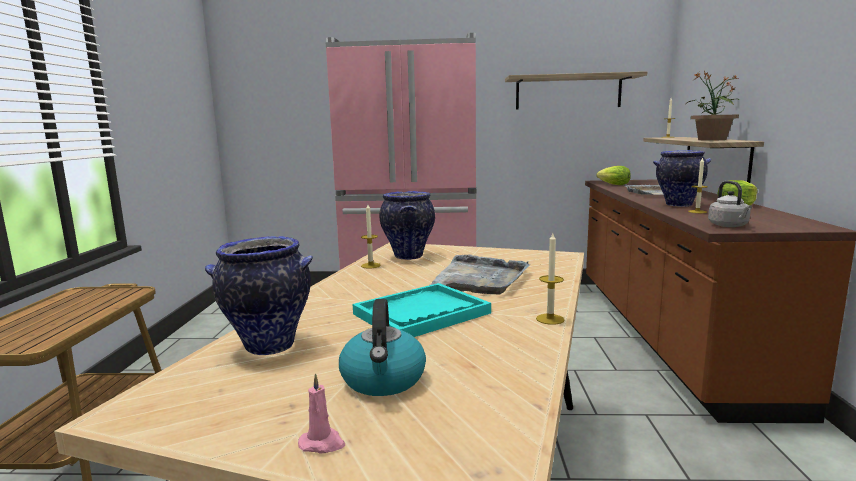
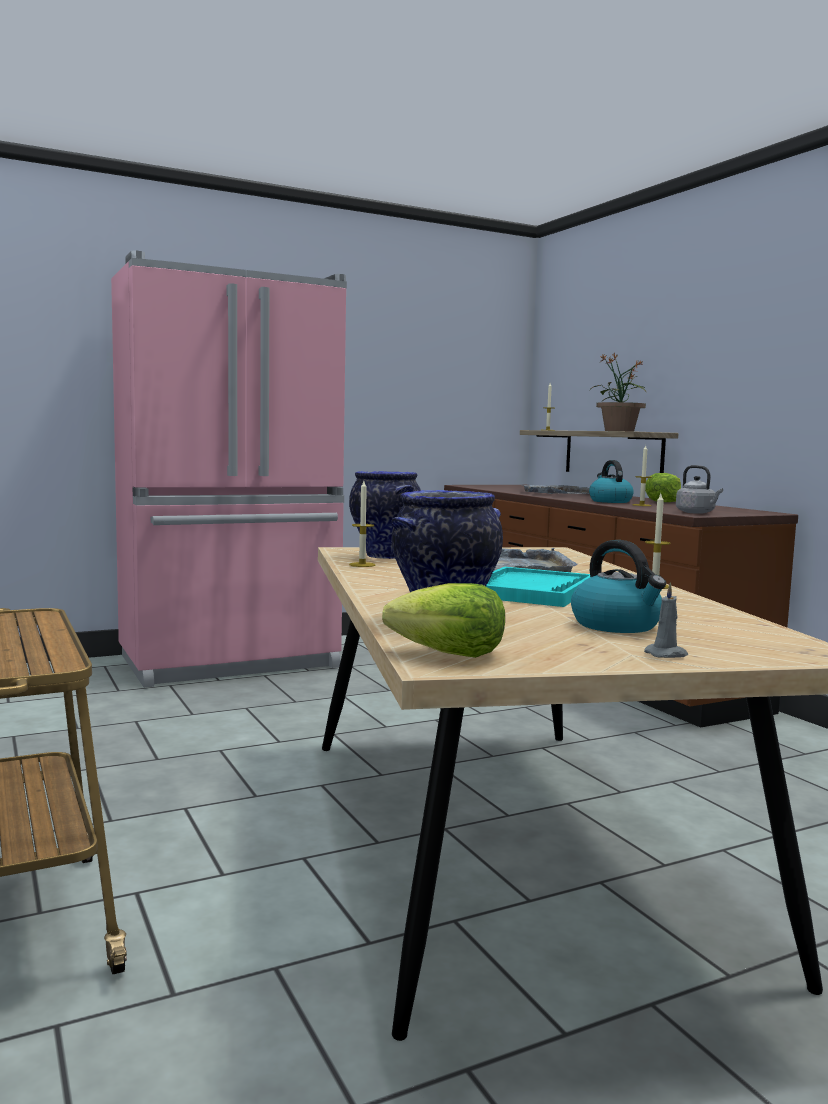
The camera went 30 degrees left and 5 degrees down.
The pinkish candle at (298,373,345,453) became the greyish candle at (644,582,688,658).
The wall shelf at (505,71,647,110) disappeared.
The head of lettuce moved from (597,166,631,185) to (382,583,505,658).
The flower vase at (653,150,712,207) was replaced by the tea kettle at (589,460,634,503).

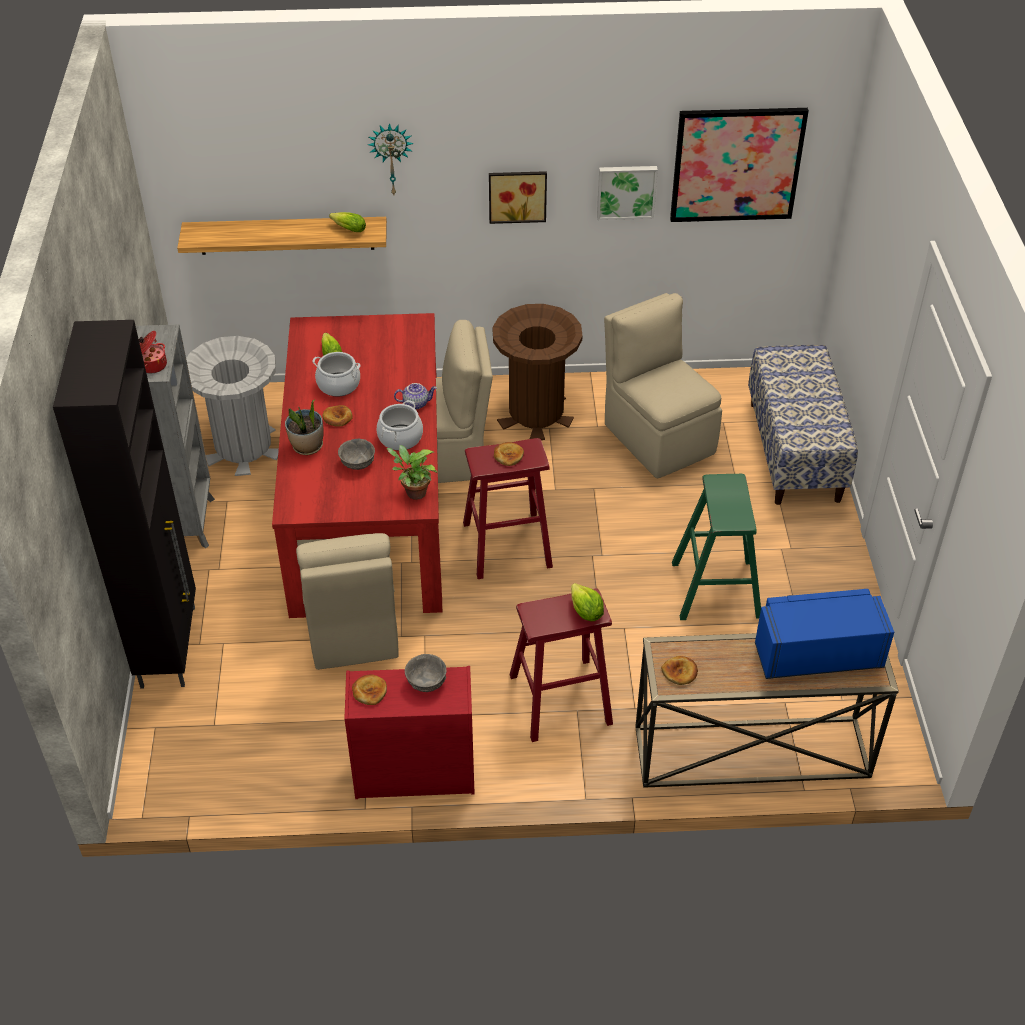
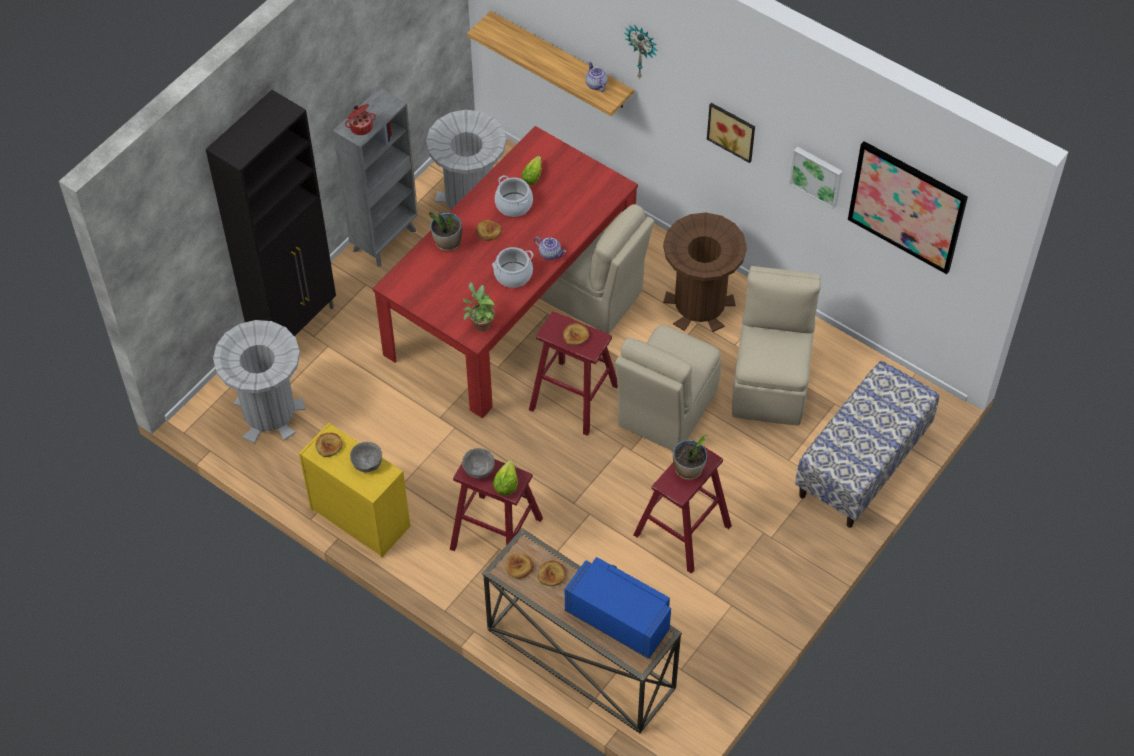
The camera went 40 degrees right and 10 degrees up.
The beige-coloured upright chair moved from (296,533,399,670) to (615,325,721,451).
The head of lettuce at (329,212,366,232) was replaced by the pot for tea at (585,61,608,92).
The greyish deep dish moved from (338,439,375,470) to (462,448,494,479).
The red-coloured chest of drawers at (344,666,475,799) became the yellow chest of drawers at (299,422,410,558).
The green-coloured stool at (672,474,761,620) became the red-coloured stool at (633,447,732,574).
The greyish trash can at (213,320,306,443) appeared.
The bakery bread at (538,560,566,586) appeared.
The potted plant at (673,435,707,480) appeared.

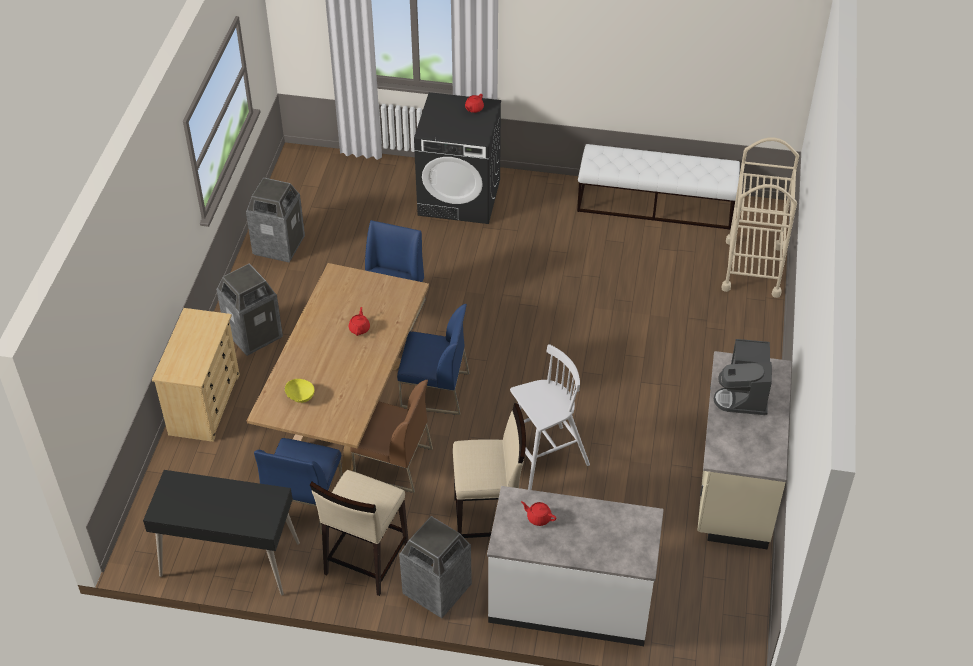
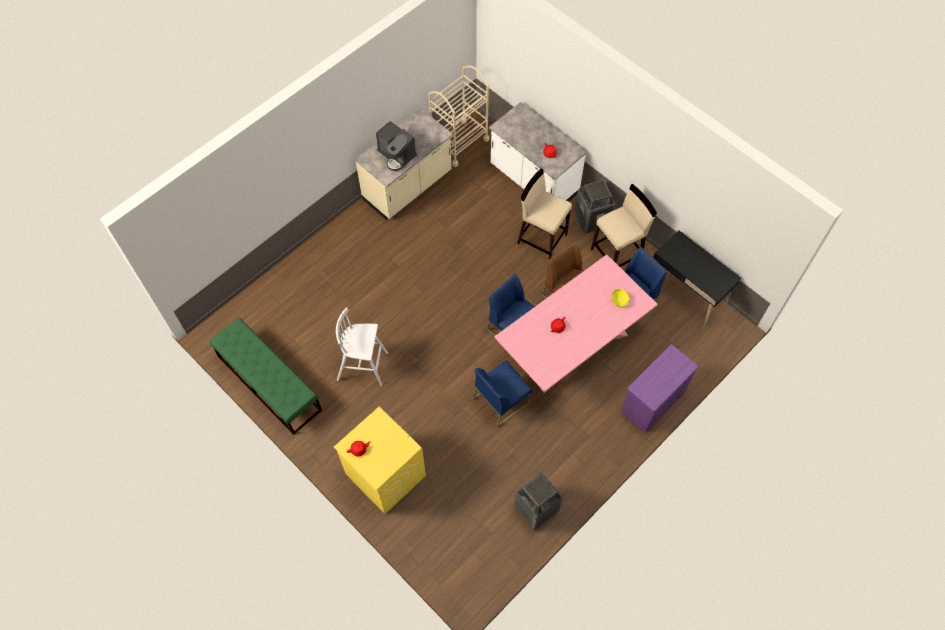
The camera went 145 degrees left and 15 degrees up.
The beige-coloured chest of drawers at (152,308,240,442) became the purple chest of drawers at (621,344,699,433).
The trash can at (216,263,283,356) disappeared.
The brown-coloured dining table at (247,263,429,475) became the pinkish dining table at (494,254,658,393).
The black washing machine at (414,92,501,224) became the yellow washing machine at (334,406,426,514).
The white stool moved from (510,344,590,490) to (336,308,388,386).
The white long seat at (577,144,740,230) became the green-coloured long seat at (209,318,322,435).
The coffee machine at (714,339,772,415) turned 90 degrees clockwise.
The beige-coloured wheeled cart moved from (721,138,799,298) to (428,65,490,167).

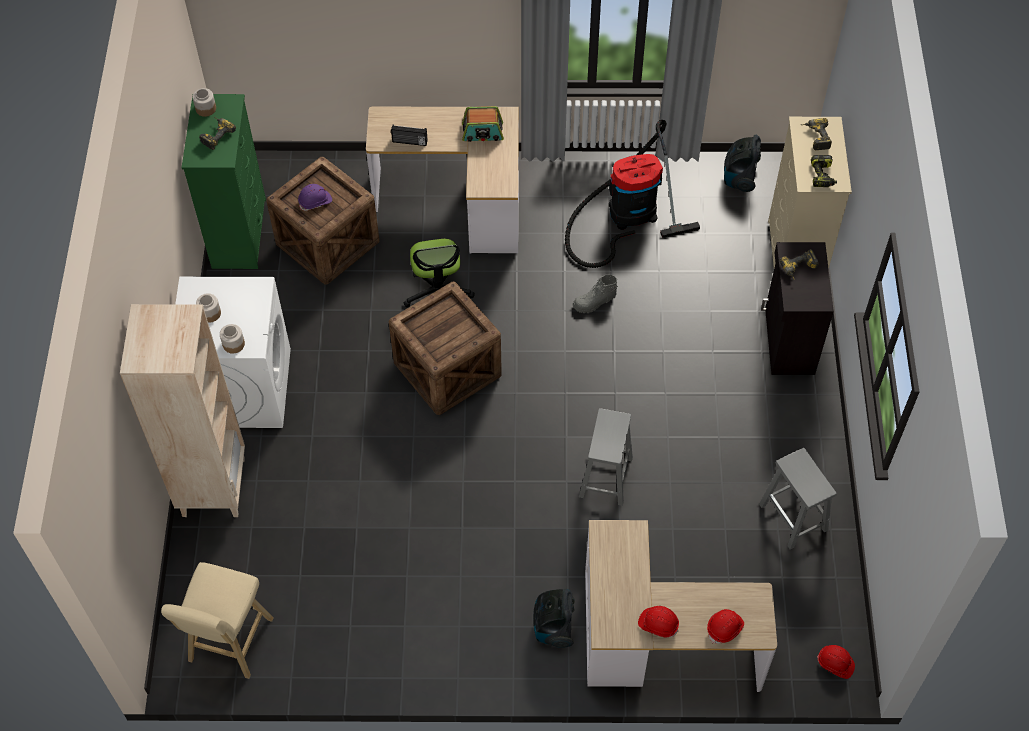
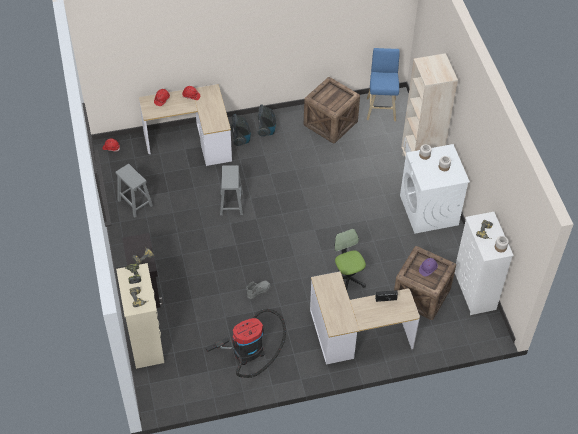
The camera went 165 degrees right and 5 degrees down.
The beige-coloured stool at (161,562,274,679) became the blue-coloured stool at (367,48,400,121).
The green-coloured chest of drawers at (182,94,266,269) became the white chest of drawers at (454,212,514,315).
The packing crate moved from (389,282,502,415) to (304,77,360,143).
The radio receiver at (462,106,504,142) disappeared.
The hoover moved from (724,135,761,192) to (258,104,276,137).

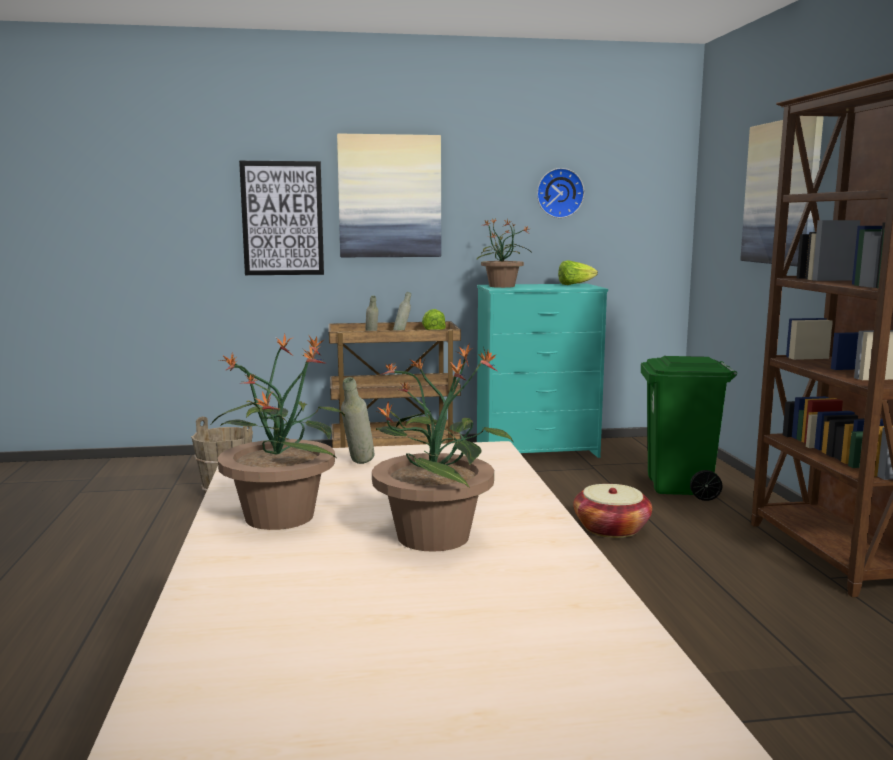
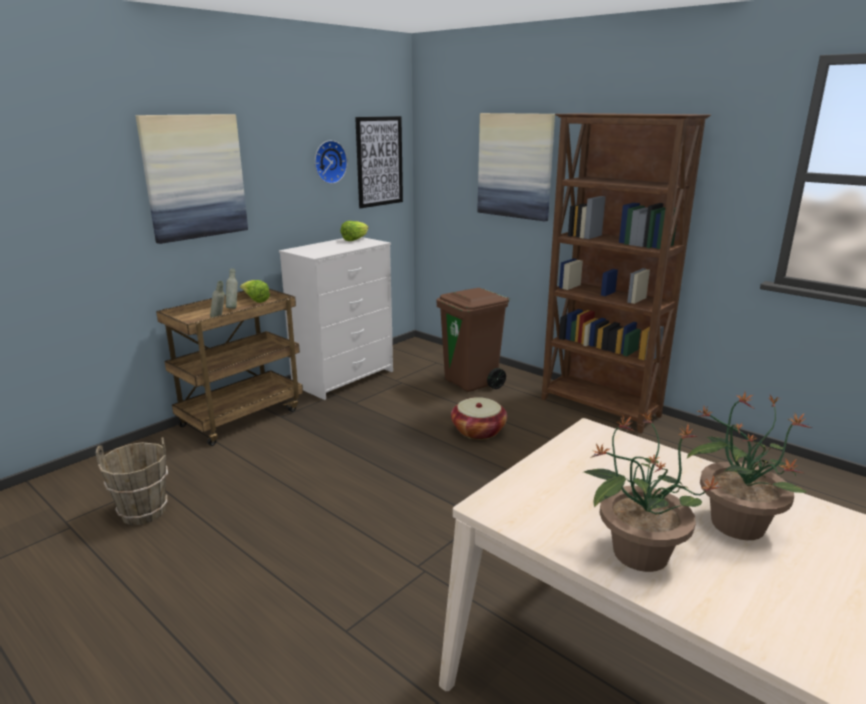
The camera went 40 degrees left and 10 degrees up.
The picture moved from (239,161,324,275) to (355,116,403,208).
The greyish drink bottle at (341,377,375,464) disappeared.
The potted plant at (477,219,532,288) disappeared.
The blue-green chest of drawers at (477,284,608,458) became the white chest of drawers at (279,237,393,400).
The green-coloured trash can at (641,356,737,501) became the brown-coloured trash can at (436,288,510,392).

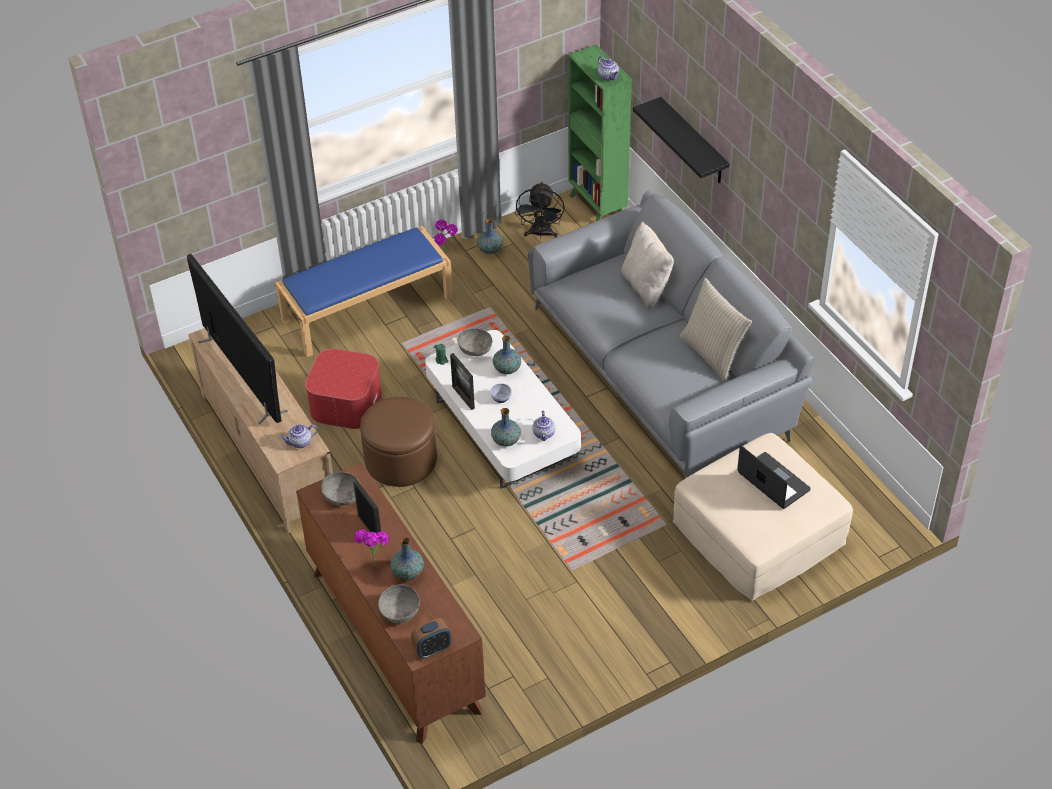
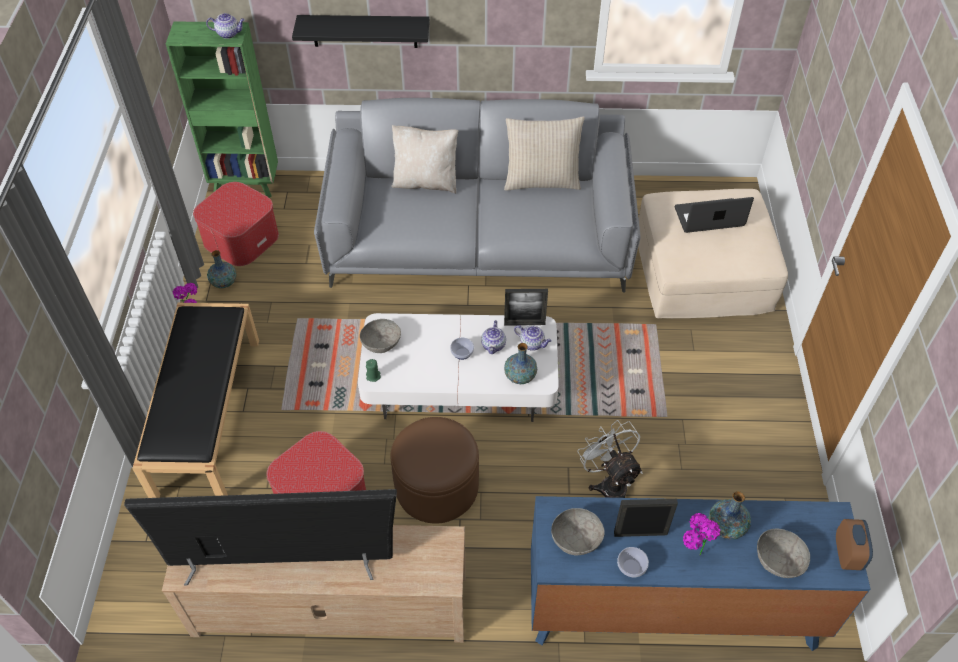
The camera went 60 degrees left and 5 degrees up.
The blue-coloured long seat at (275,226,453,357) became the black long seat at (132,303,259,498).
The pot for tea moved from (280,424,318,448) to (481,320,506,354).
The brown-coloured chest of drawers at (296,463,486,744) became the blue-coloured chest of drawers at (531,496,871,651).
The picture frame moved from (450,353,475,410) to (504,289,548,326).
The flower vase at (493,335,521,374) disappeared.
The black electric fan at (515,181,565,239) was replaced by the footrest at (193,182,279,266).
The white electric fan at (577,420,643,498) appeared.
The deep dish at (617,547,649,577) appeared.

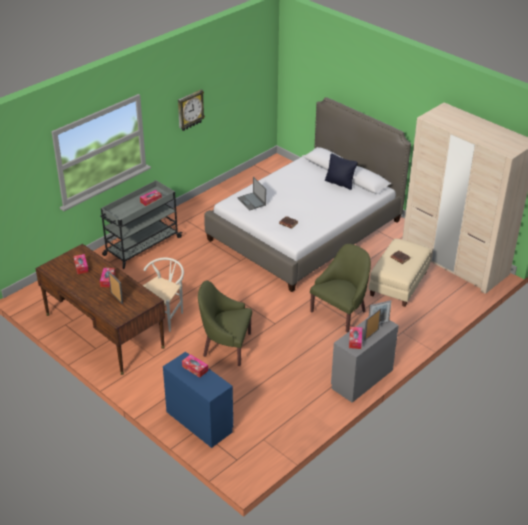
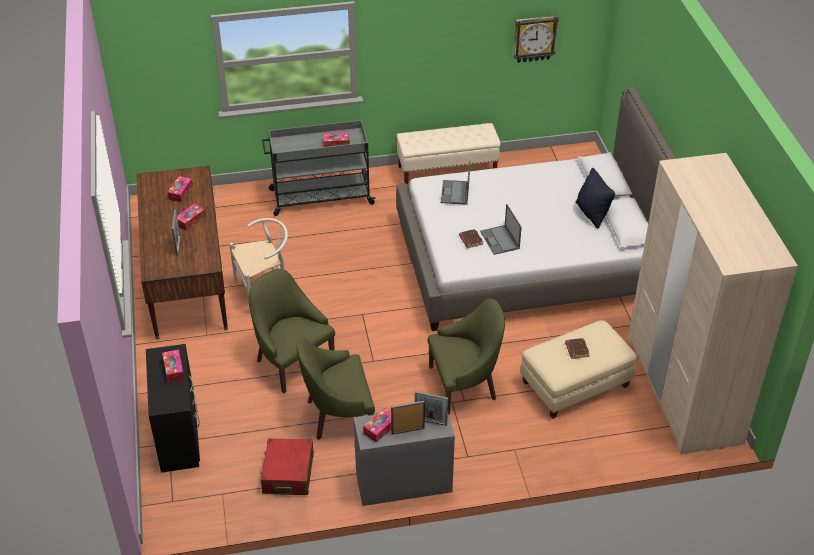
The camera went 35 degrees right and 5 degrees up.
The blue-coloured chest of drawers at (163,352,233,448) became the black chest of drawers at (146,344,200,473).
The hanging clock moved from (178,89,205,131) to (513,15,559,63).
The red-coloured piece of luggage at (261,438,314,495) appeared.
The green-coloured easy chair at (297,337,375,440) appeared.
The beige-coloured long seat at (396,123,501,184) appeared.
The portable computer at (480,204,522,255) appeared.

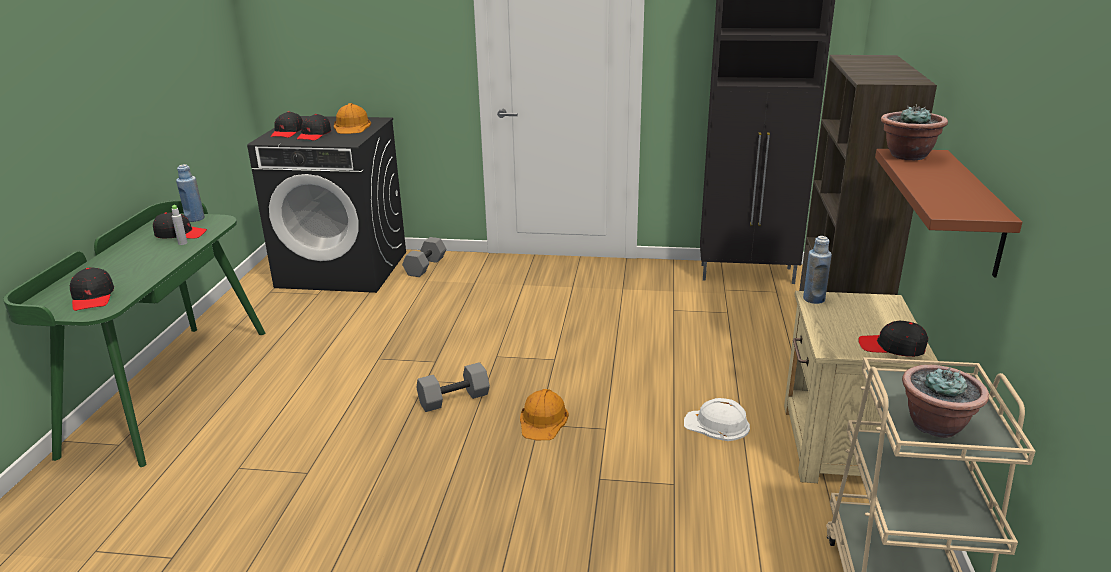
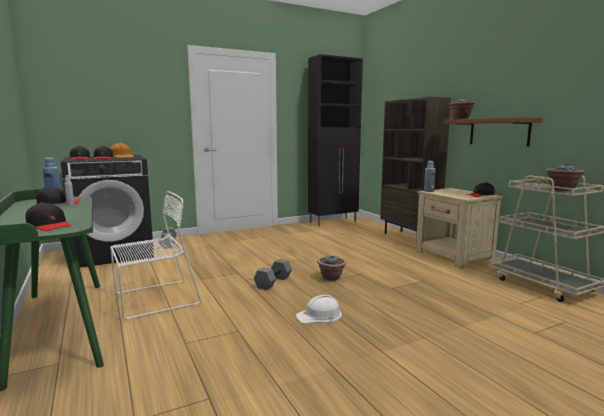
The camera went 35 degrees left and 15 degrees down.
The orange work helmet at (520,389,569,440) was replaced by the potted plant at (317,255,346,281).
The white work helmet moved from (684,398,750,441) to (296,295,342,324).
The white upright chair at (110,191,201,320) appeared.

